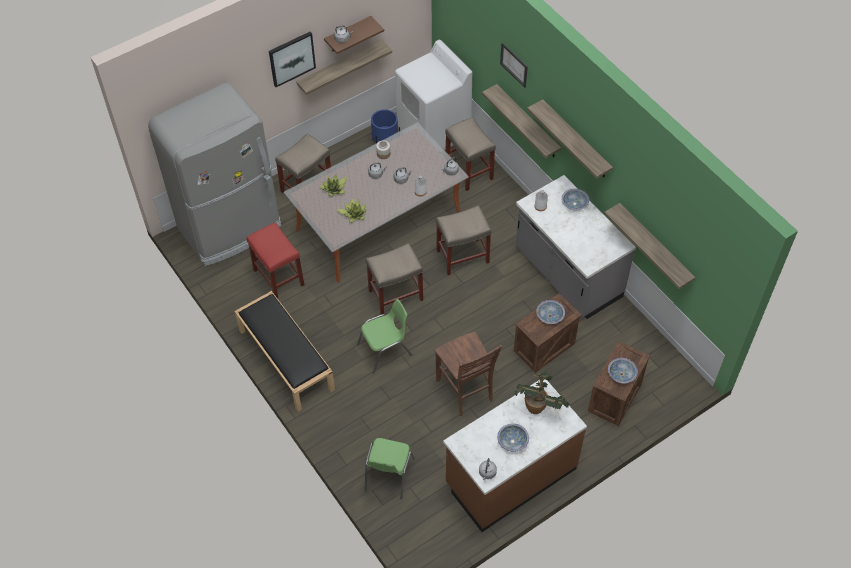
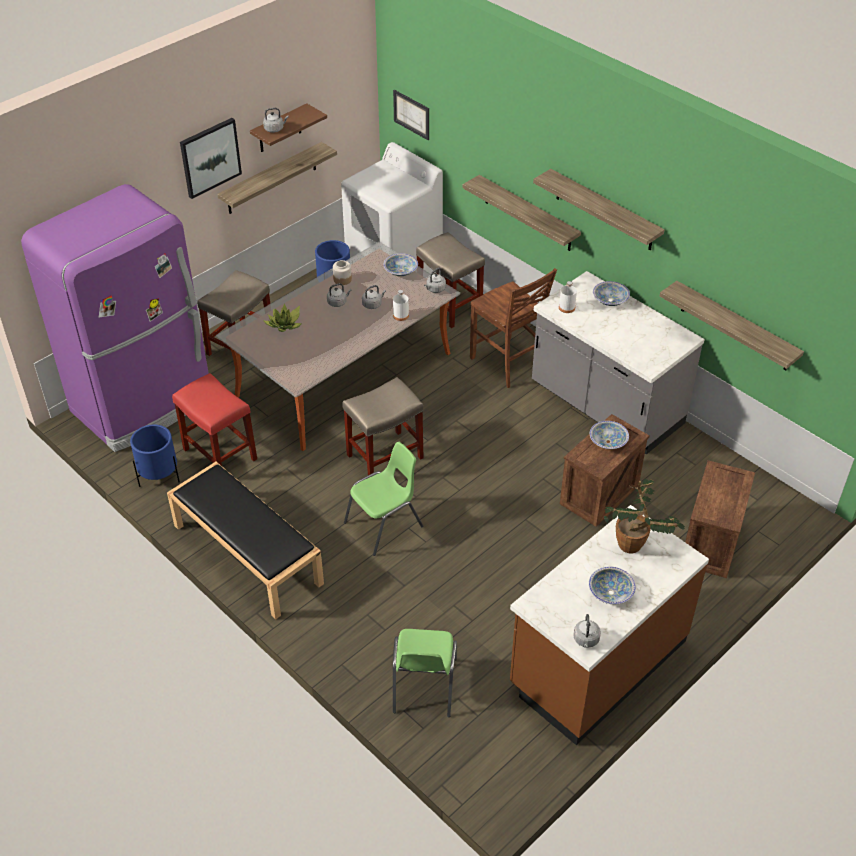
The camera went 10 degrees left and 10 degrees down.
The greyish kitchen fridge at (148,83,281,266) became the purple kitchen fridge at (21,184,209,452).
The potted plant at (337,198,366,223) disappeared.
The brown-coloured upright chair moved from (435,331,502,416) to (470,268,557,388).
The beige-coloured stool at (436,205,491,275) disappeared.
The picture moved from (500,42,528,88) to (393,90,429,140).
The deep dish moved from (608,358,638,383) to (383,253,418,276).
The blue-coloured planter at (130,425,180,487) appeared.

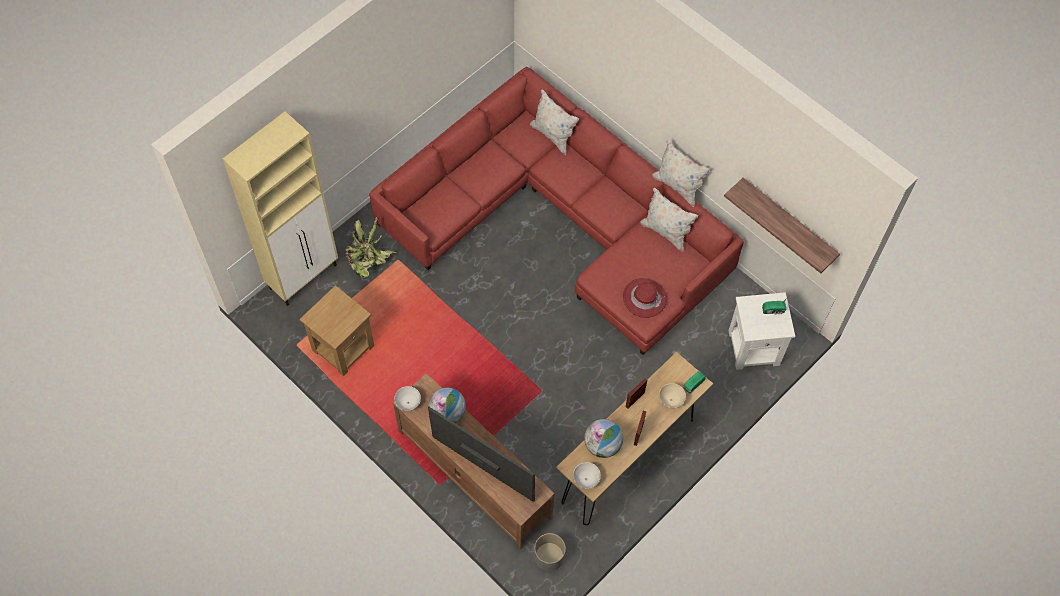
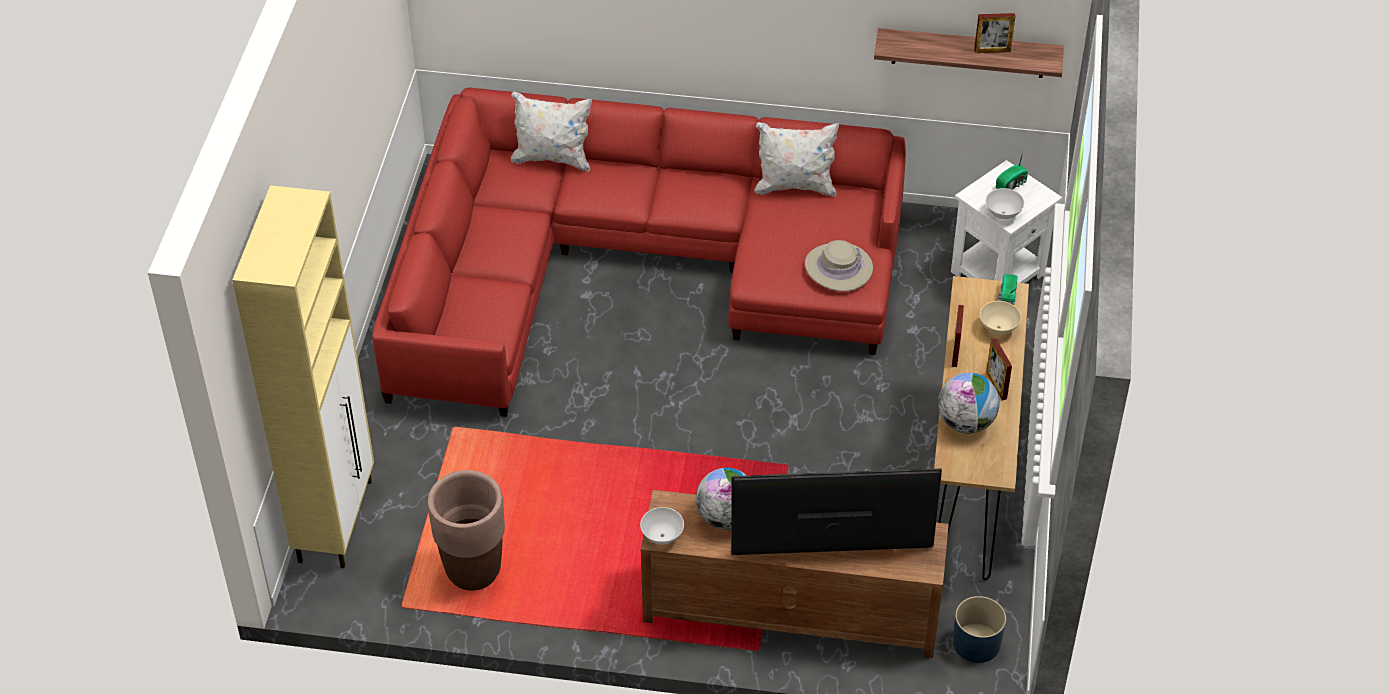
The camera went 35 degrees left and 15 degrees down.
The brown-coloured accent table at (300,285,374,376) was replaced by the brown-coloured planter at (428,470,505,591).
The potted plant at (345,216,397,278) disappeared.
The greyish planter at (534,533,566,571) became the blue-coloured planter at (953,596,1006,663).
The white deep dish moved from (573,462,601,489) to (986,188,1024,219).
The red-coloured wearable hat at (623,278,667,318) became the beige-coloured wearable hat at (805,240,873,292).
The white pillow at (652,140,711,207) disappeared.
The picture frame at (974,13,1015,53) appeared.

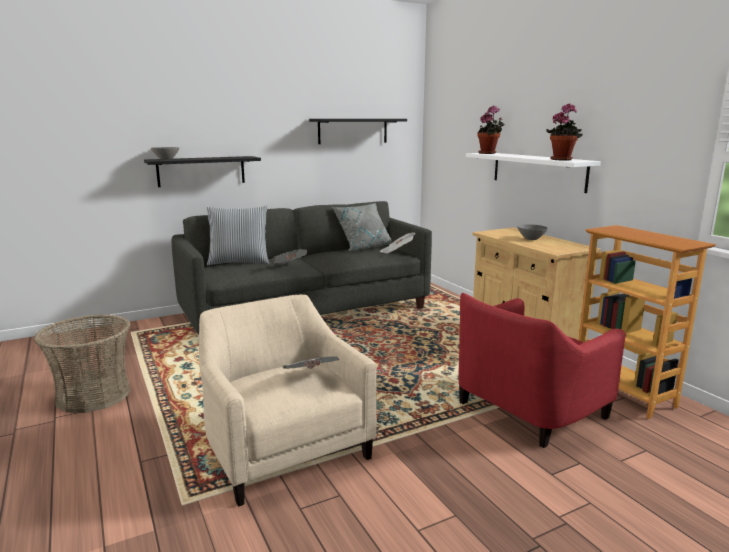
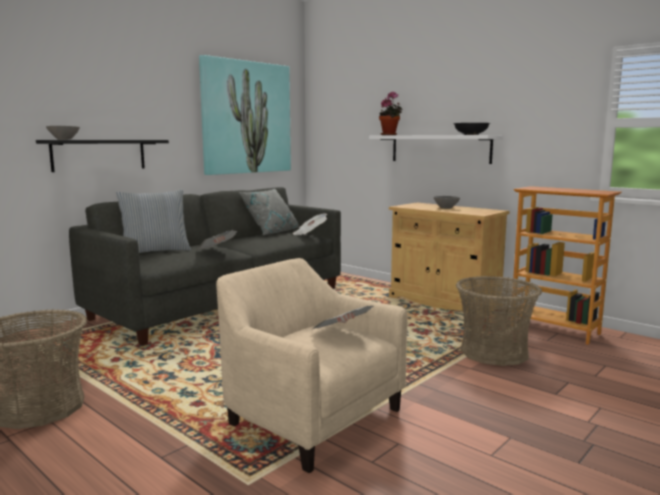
The camera went 20 degrees left and 5 degrees down.
The black wall shelf at (309,119,407,144) was replaced by the picture at (199,55,291,175).
The red-coloured easy chair at (459,293,626,448) was replaced by the basket at (456,276,542,366).
The potted plant at (546,103,583,161) was replaced by the black deep dish at (453,123,490,135).

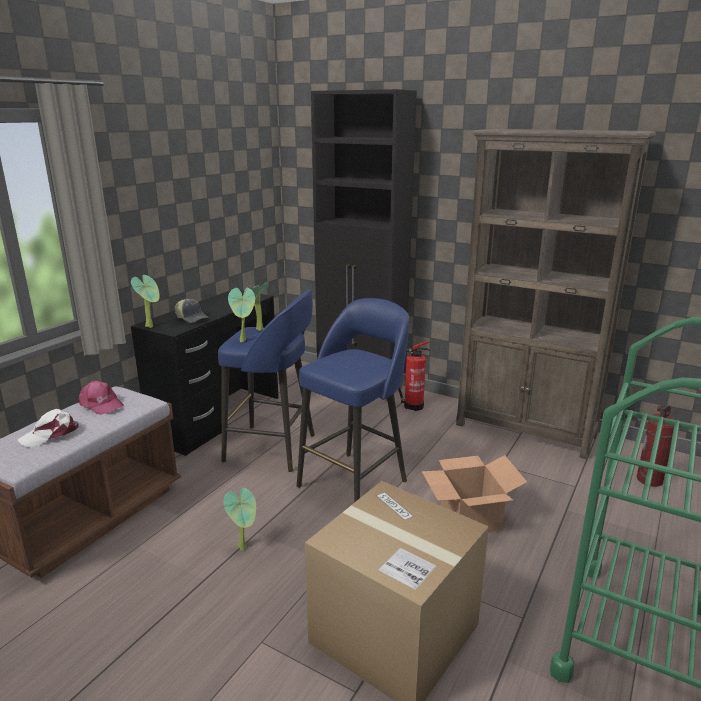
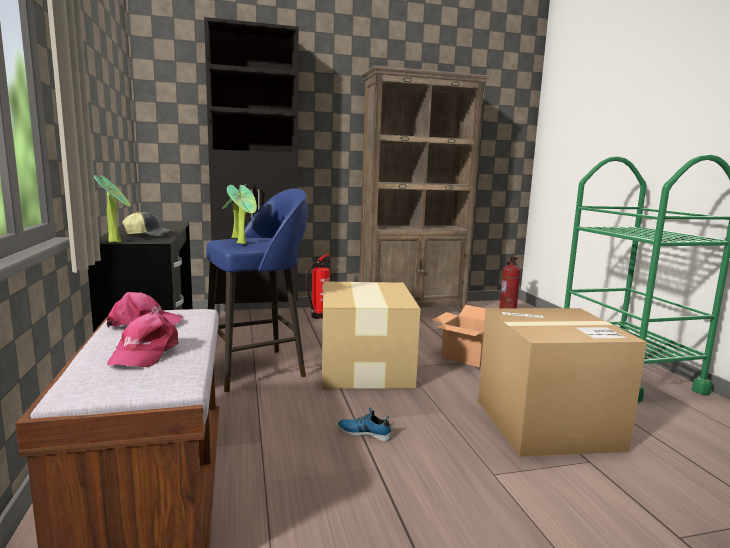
The camera went 45 degrees left and 10 degrees down.
The white peaked cap at (18,409,79,448) became the pinkish peaked cap at (107,312,179,367).
The potted plant at (224,488,256,551) was replaced by the item of footwear at (338,407,392,441).
The blue-coloured stool at (297,298,409,503) was replaced by the carton at (322,281,420,389).

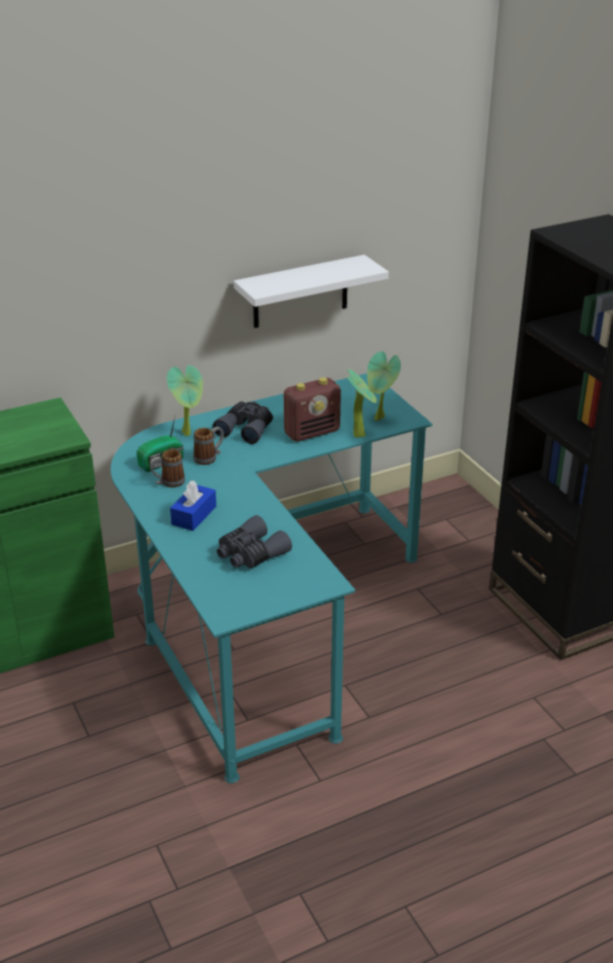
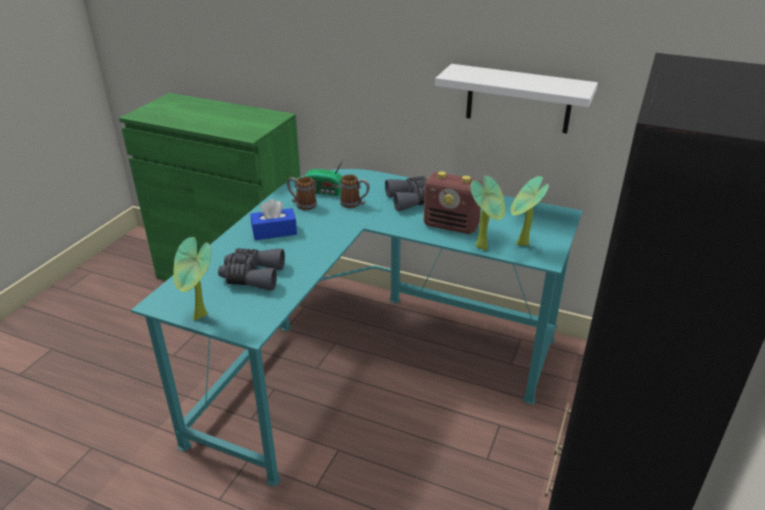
The camera went 50 degrees right and 0 degrees up.
The potted plant moved from (167,365,203,436) to (173,237,211,320).

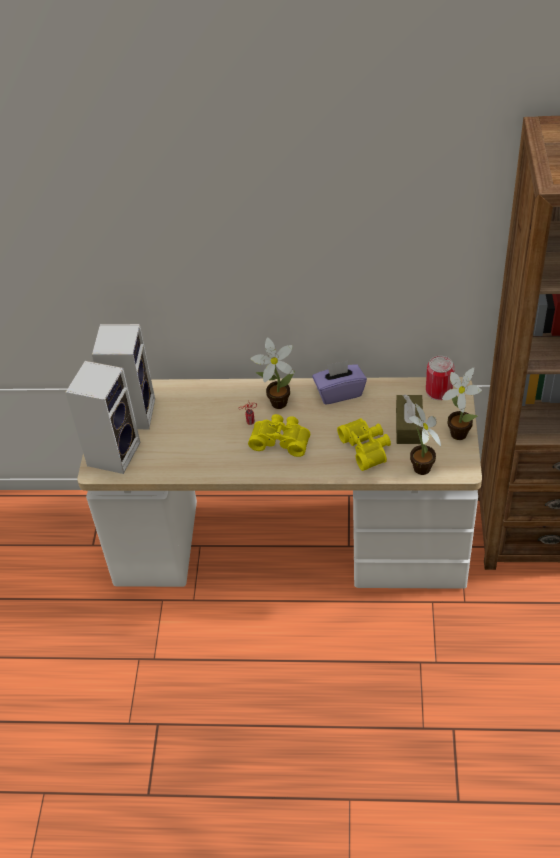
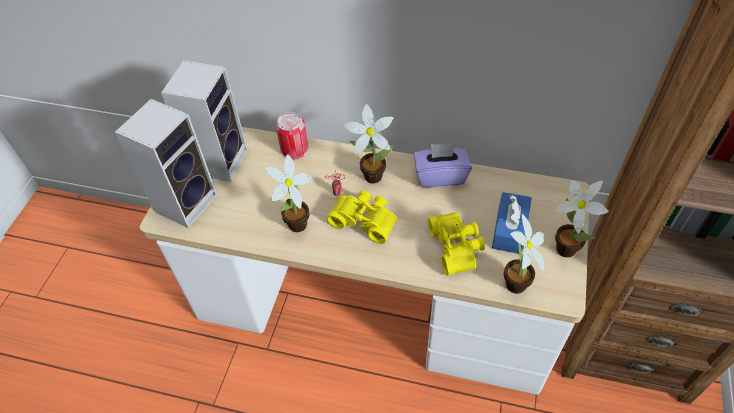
The camera went 10 degrees right and 5 degrees up.
The brown-coloured box of tissues at (396,394,423,444) became the blue-coloured box of tissues at (492,192,531,254).
The can moved from (426,356,455,400) to (276,112,308,159).
The potted plant at (265,154,312,232) appeared.

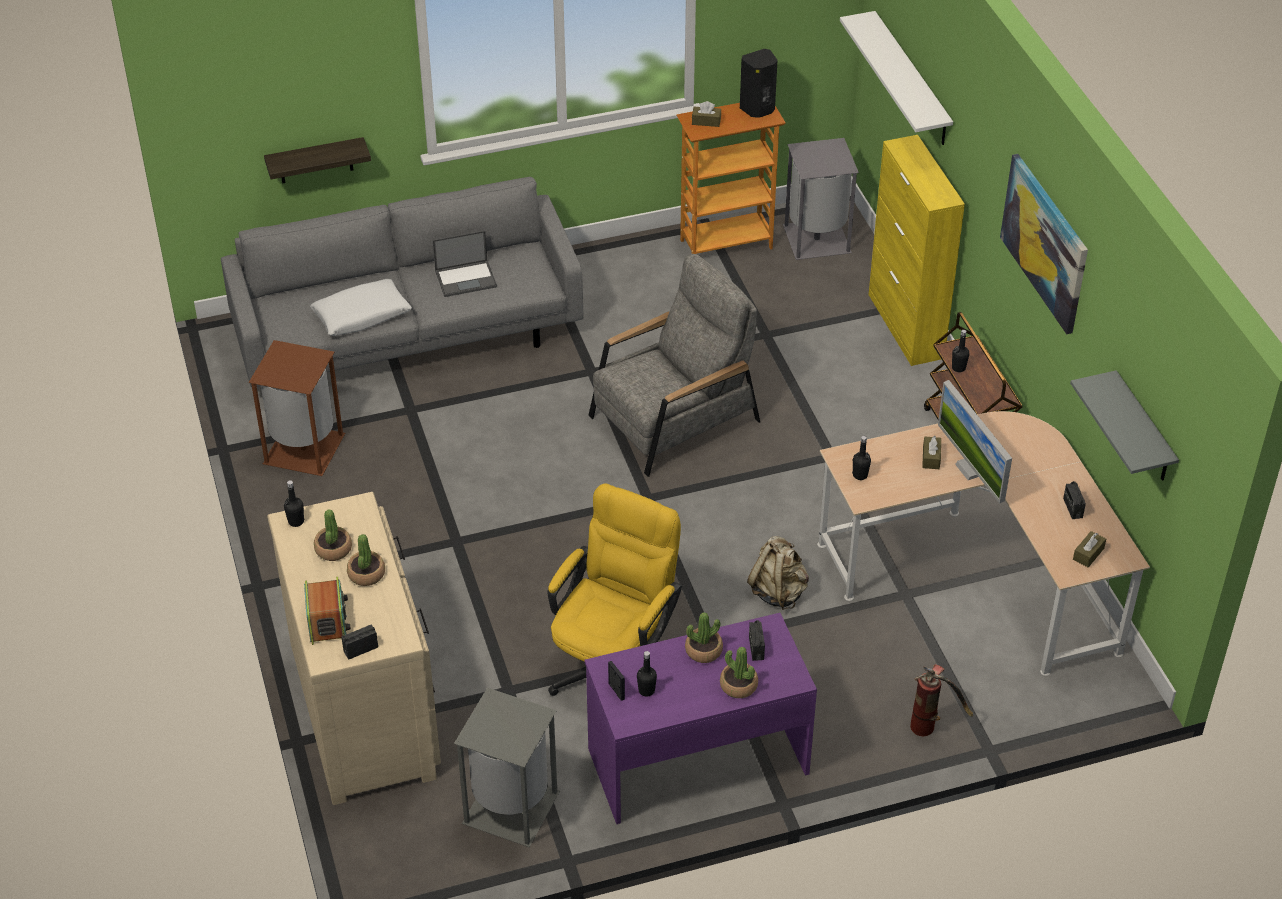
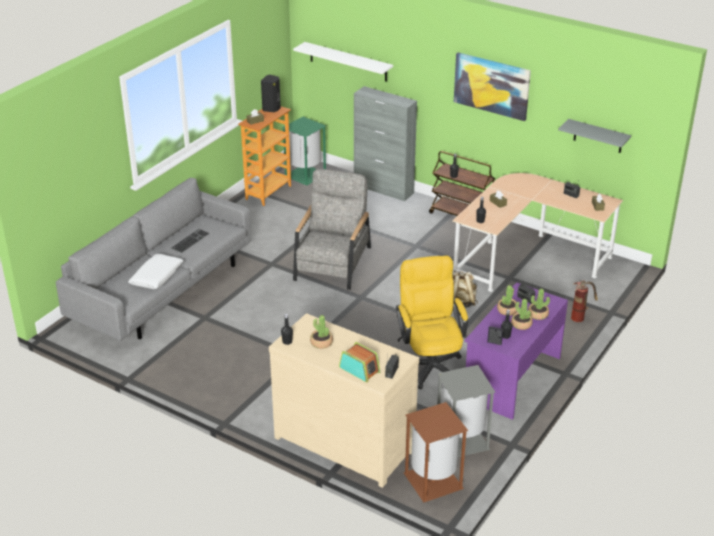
The camera went 40 degrees left and 10 degrees down.
The brown-coloured trash can moved from (249,340,345,476) to (403,402,468,502).
The wall shelf at (264,137,371,183) disappeared.
The potted plant moved from (347,534,385,586) to (511,299,533,330).
The portable computer at (433,231,497,297) was replaced by the keyboard at (171,229,210,253).
The greyish trash can at (783,138,859,260) became the green-coloured trash can at (282,117,326,186).
The yellow storage cabinet at (869,135,965,366) became the greyish storage cabinet at (354,86,417,201).
The computer display at (938,380,1012,504) disappeared.

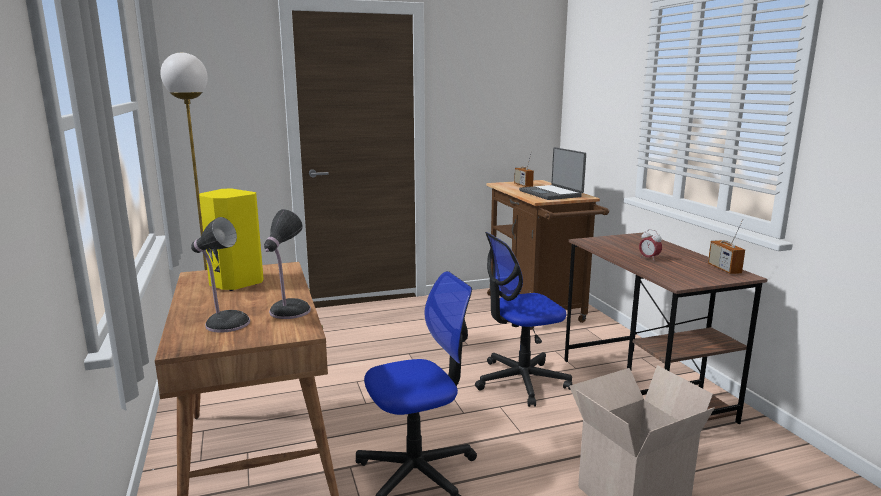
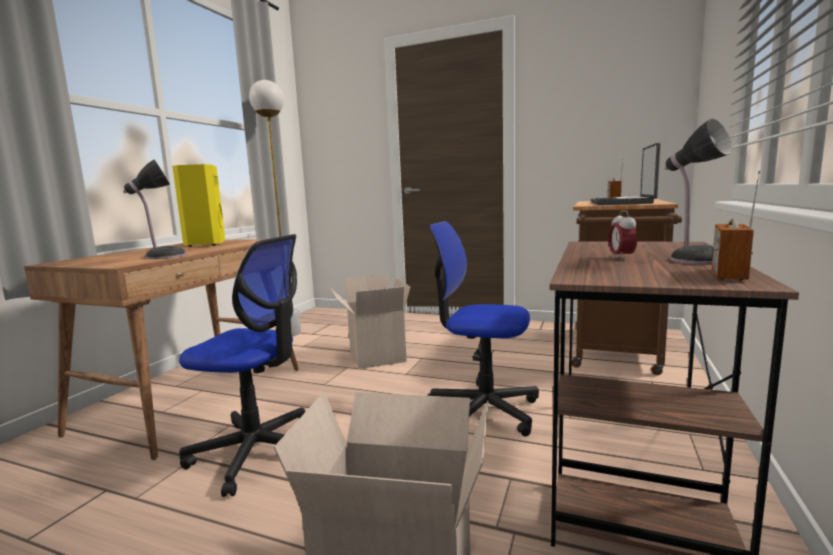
The camera went 40 degrees right and 5 degrees down.
The lamp for a table moved from (191,217,250,333) to (665,119,732,265).
The carton at (330,274,411,369) appeared.

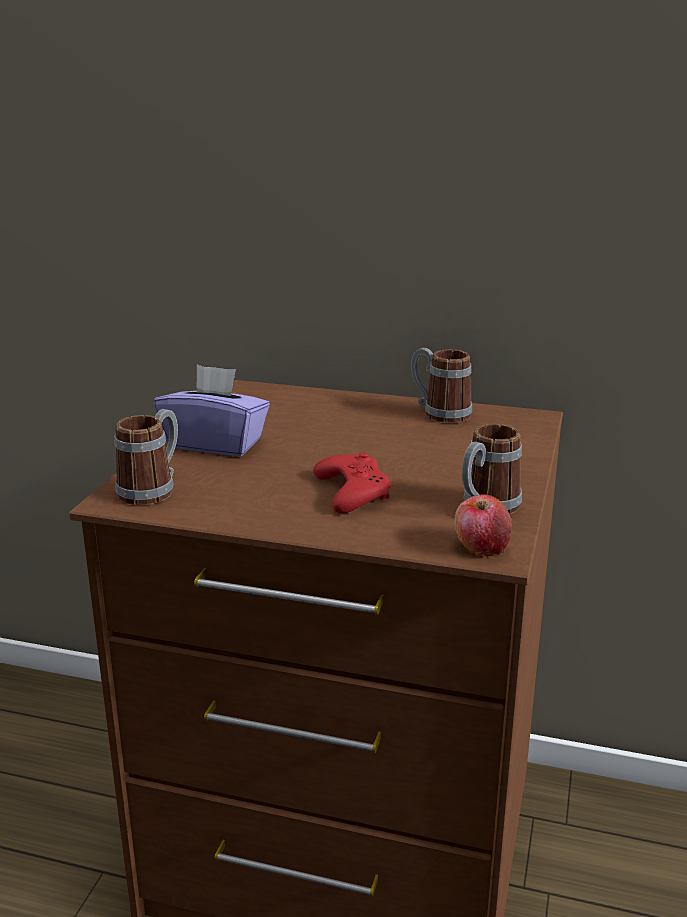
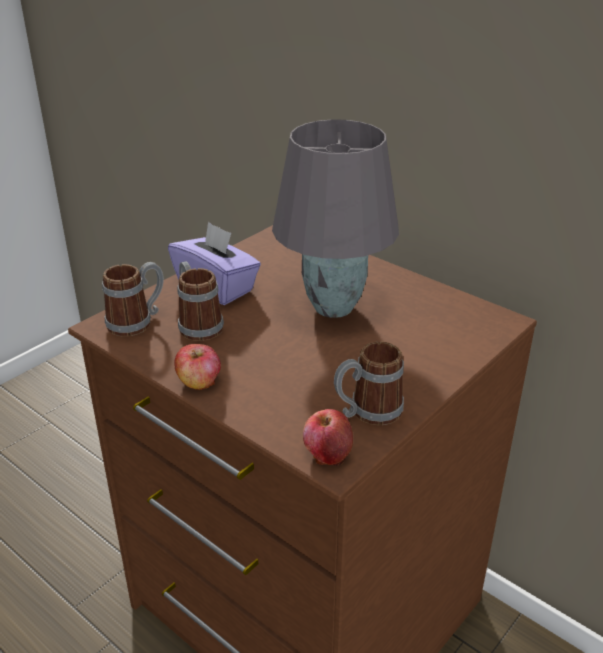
The camera went 25 degrees right and 10 degrees up.
The red-coloured game controller at (313,453,391,513) disappeared.
The mug moved from (411,348,472,423) to (178,261,224,341).
The apple at (174,344,221,390) appeared.
The greyish lamp for a table at (272,119,399,318) appeared.

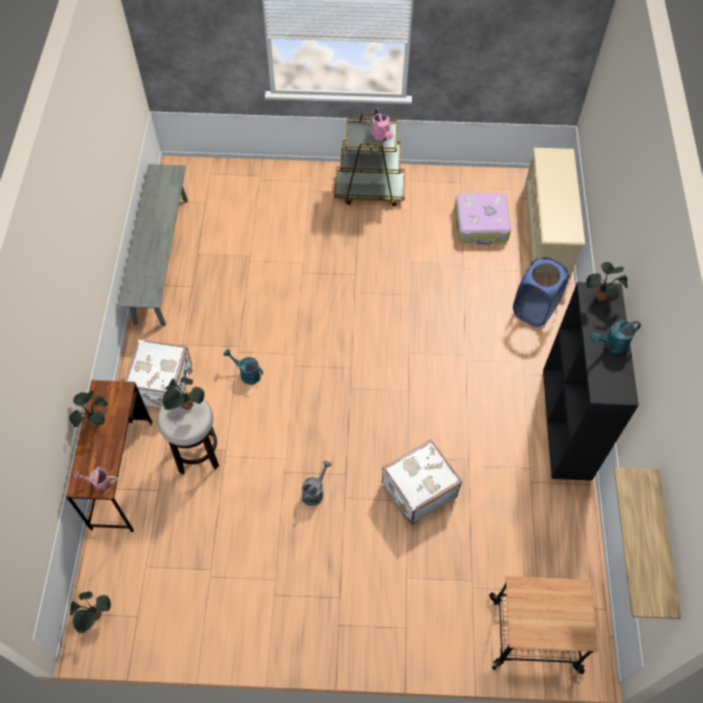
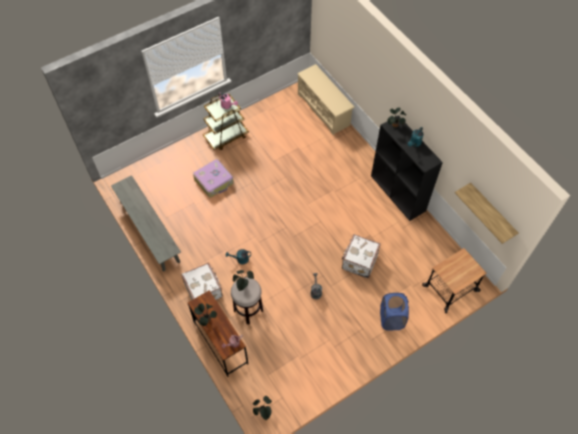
The camera went 35 degrees left and 0 degrees up.
The piece of luggage moved from (454,193,511,245) to (193,159,234,197).
The blue-coloured washing basket moved from (513,257,569,327) to (380,293,409,330).

